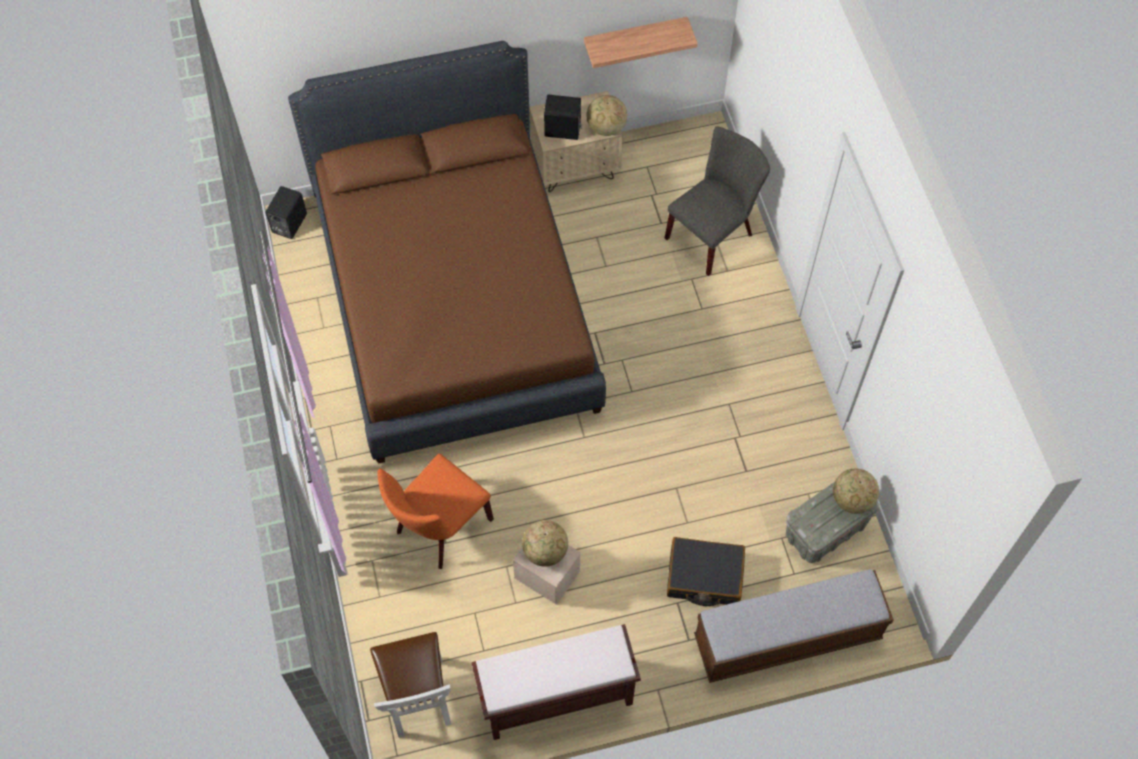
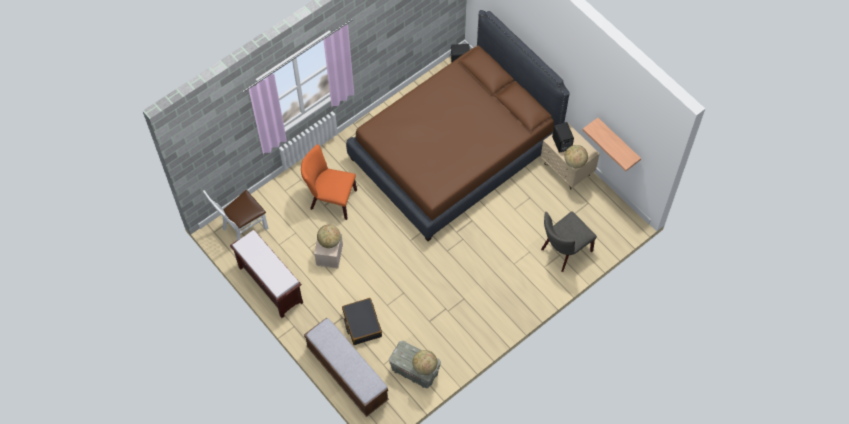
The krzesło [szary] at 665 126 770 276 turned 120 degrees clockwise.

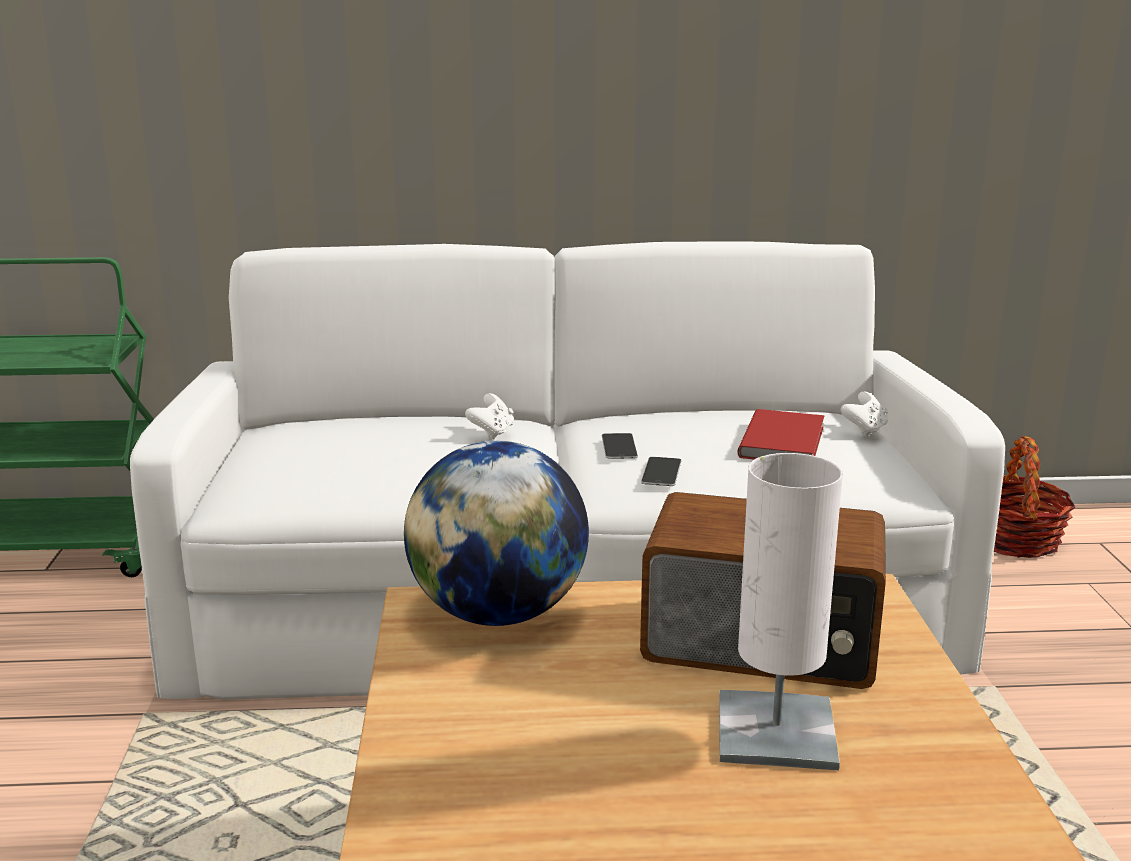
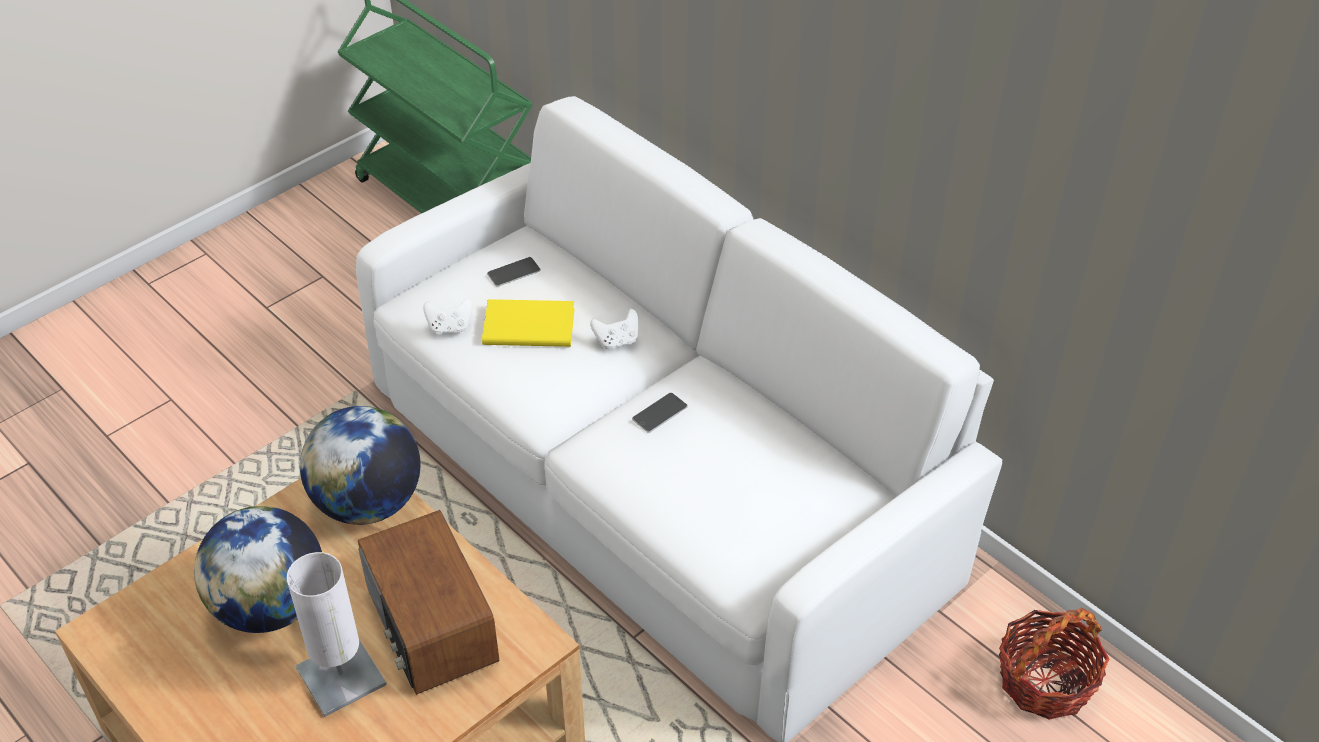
The telefon moved from 641 457 681 486 to 487 257 541 287.
The książka [czerwony] at 738 409 825 459 disappeared.
The pad do gier [biały] moved from 840 391 888 437 to 423 298 472 334.
The globus at 194 506 322 633 appeared.
The książka [żółty] at 482 299 575 347 appeared.

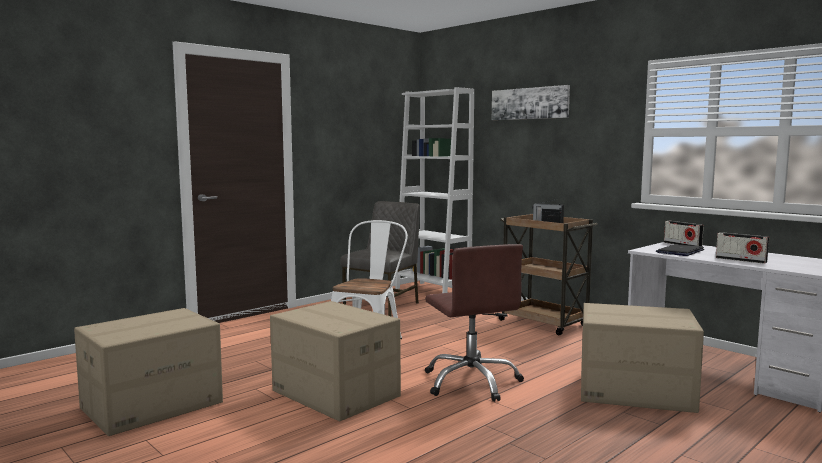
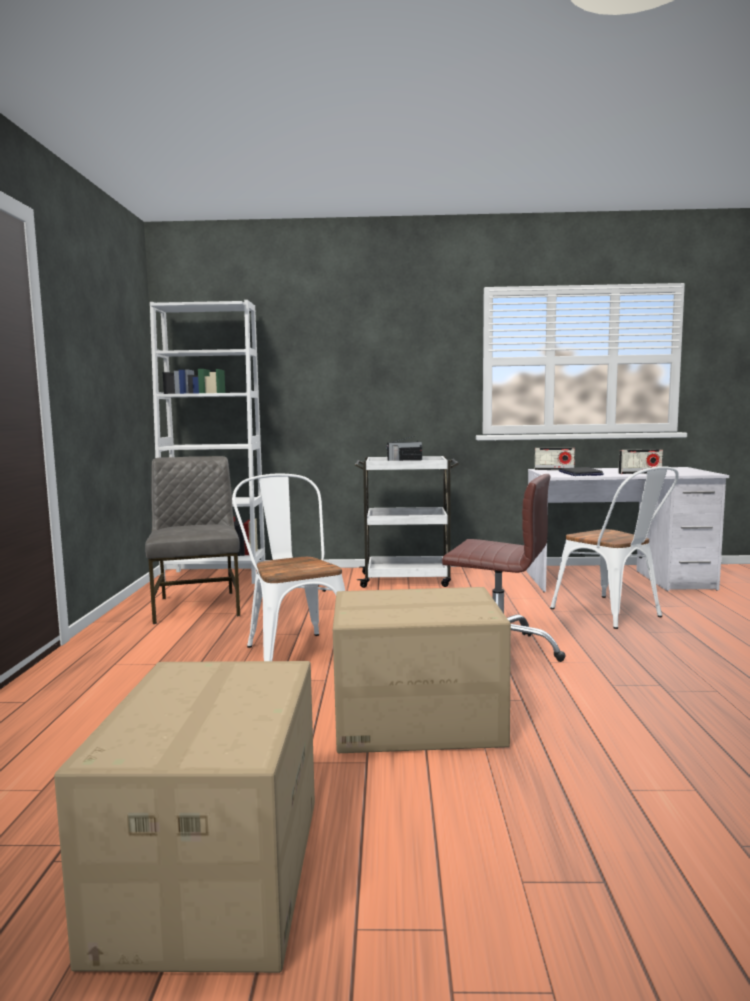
The obraz at 492 85 570 120 disappeared.
The wózek [brązowy] at 499 214 598 335 became the wózek [biały] at 355 456 459 588.
The karton at 581 303 704 413 was replaced by the krzesło [biały] at 550 466 679 629.

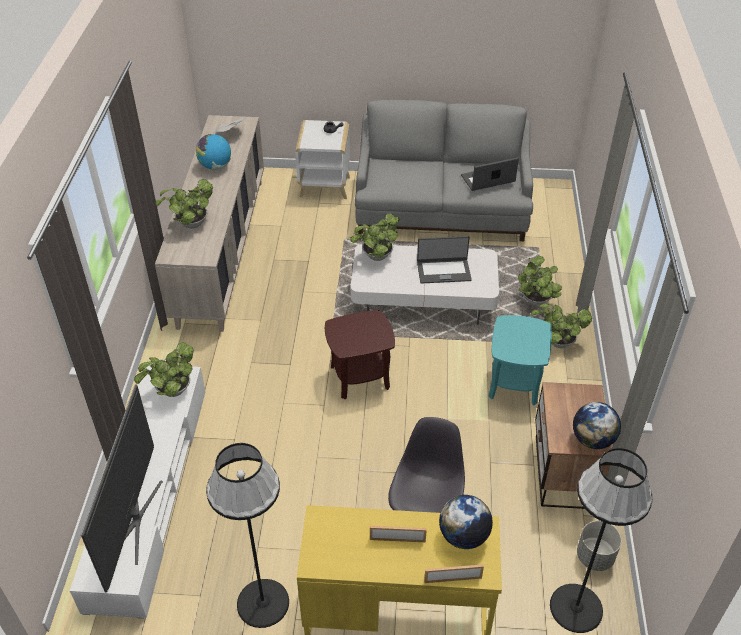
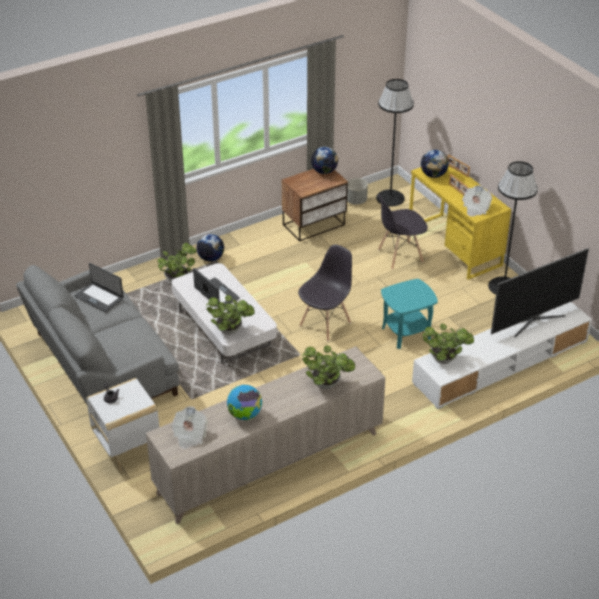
The stolik [brązowy] at 325 310 395 400 was replaced by the krzesło [szary] at 298 244 352 341.
The stolik [turkusowy] moved from 488 315 552 406 to 381 279 438 349.
The roślina doniczkowa at 531 304 592 348 was replaced by the globus at 197 234 224 262.
The gazeta at 462 185 492 216 appeared.

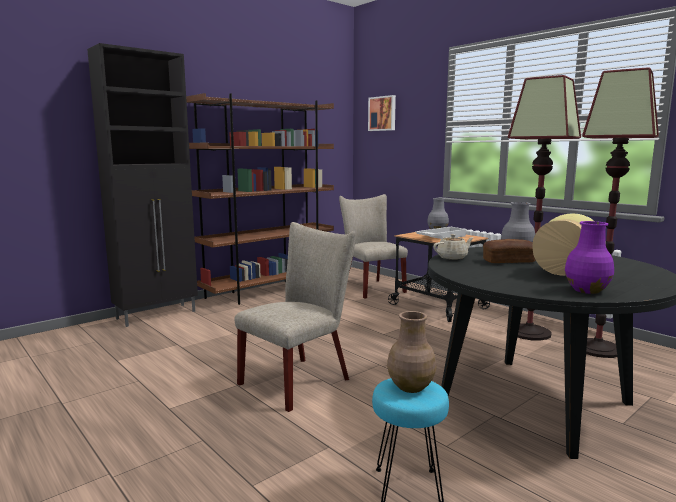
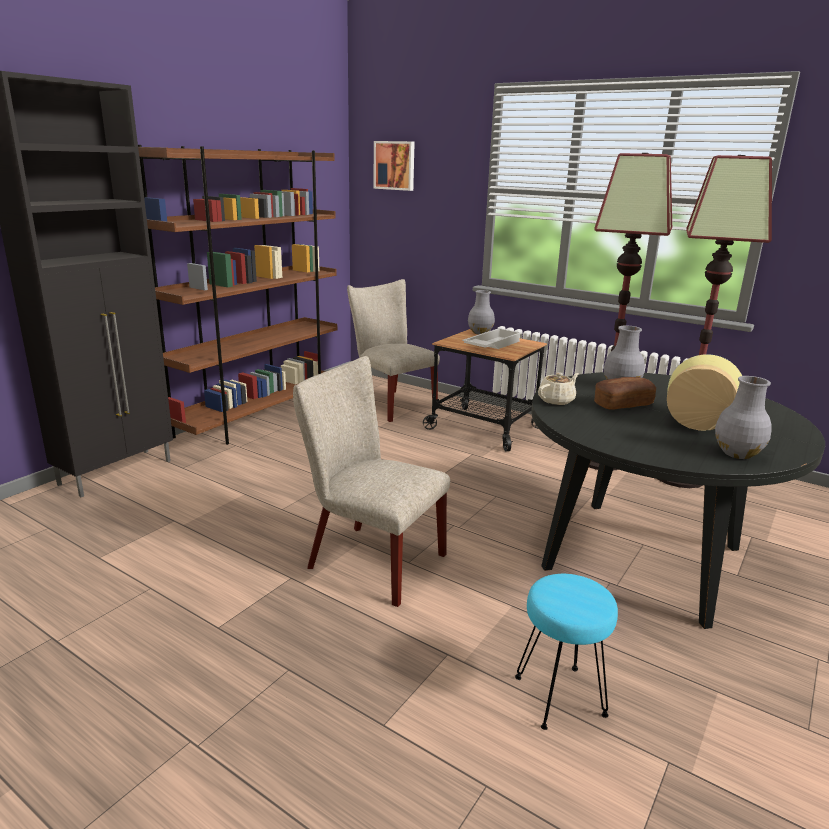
The krzesło [beżowy] at 234 222 356 412 turned 90 degrees counterclockwise.
The wazon [brązowy] at 387 311 436 393 disappeared.
The wazon [fioletowy] at 565 221 614 294 became the wazon [szary] at 715 376 772 459.

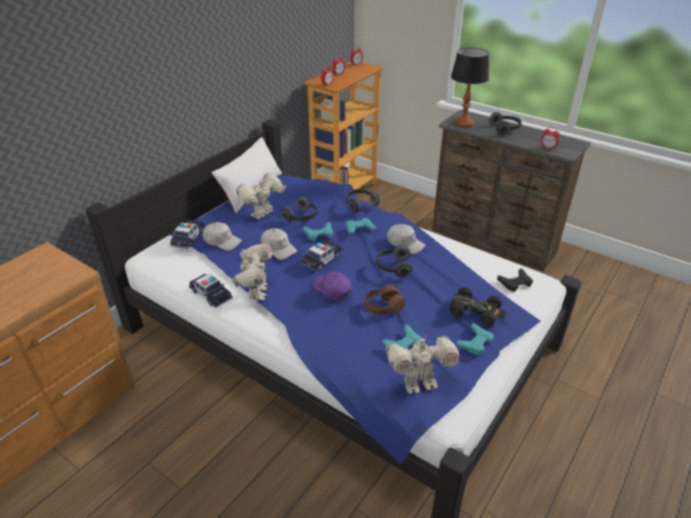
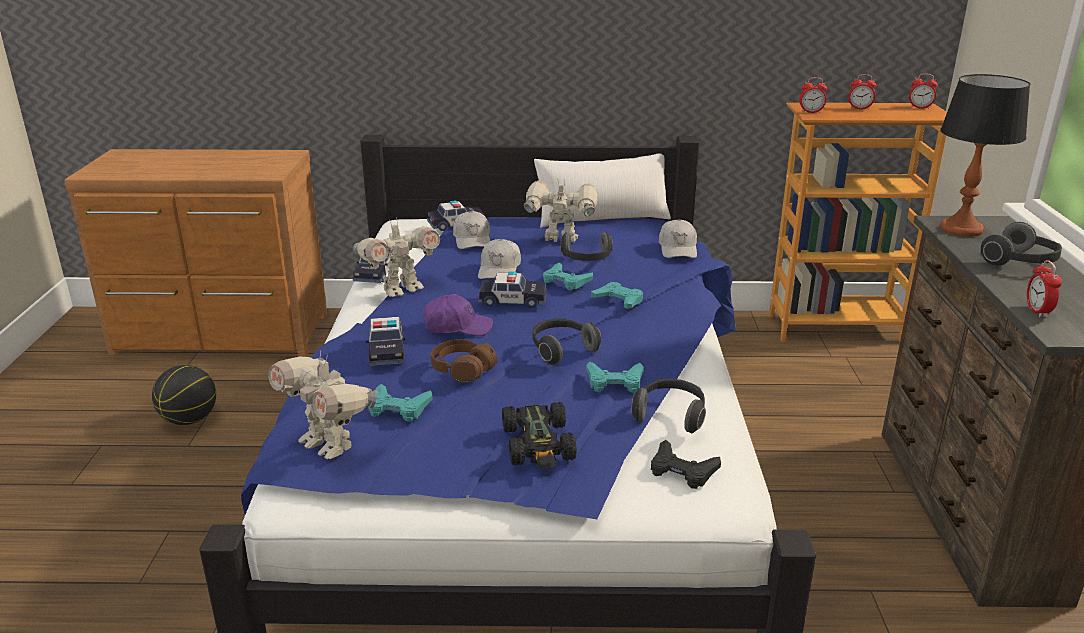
The czapka z daszkiem [fioletowy] at 312 271 352 301 turned 75 degrees clockwise.
The słuchawki moved from 346 189 380 213 to 631 379 706 433.
The czapka z daszkiem [biały] moved from 387 224 426 254 to 658 219 697 258.
The pad do gier [turkusowy] moved from 456 323 494 355 to 586 361 644 393.
The piłka do koszykówki at 152 365 216 425 appeared.
The samochodzik at 366 317 406 366 appeared.

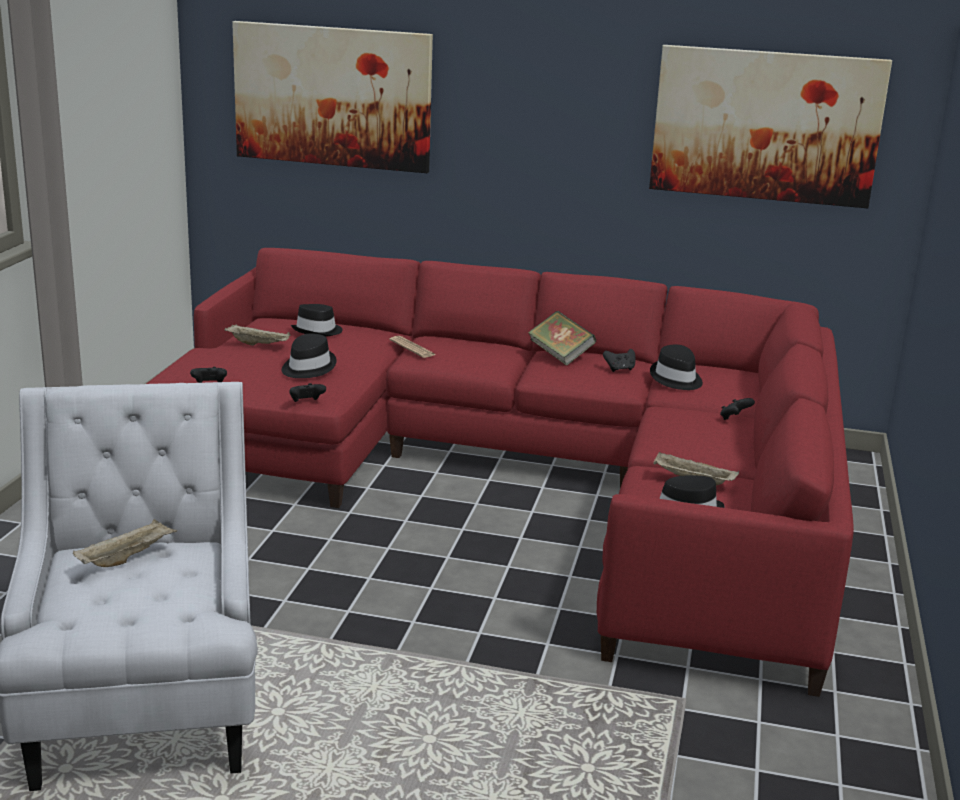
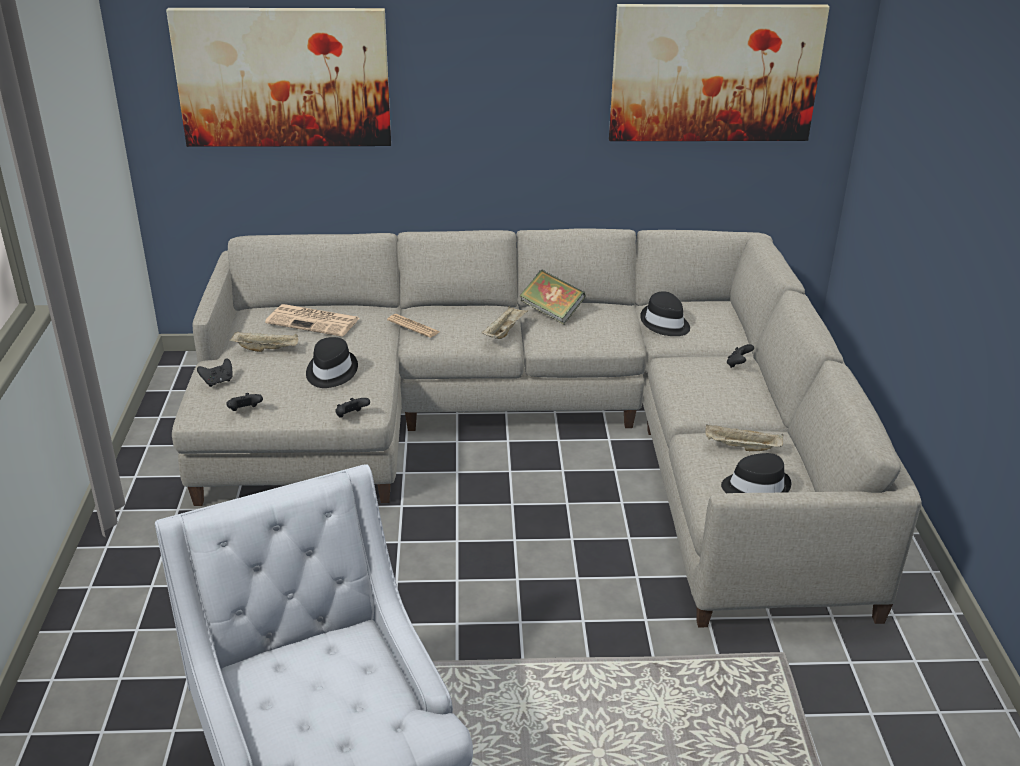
The taca [beżowy] moved from 73 519 177 567 to 482 306 528 339.
The kanapa [czerwony] at 146 248 854 697 became the kanapa [beżowy] at 172 229 922 627.
The kapelusz [czarny] at 291 304 343 337 was replaced by the gazeta at 265 304 359 337.
The pad do gier [czarny] moved from 603 349 636 372 to 197 358 232 387.

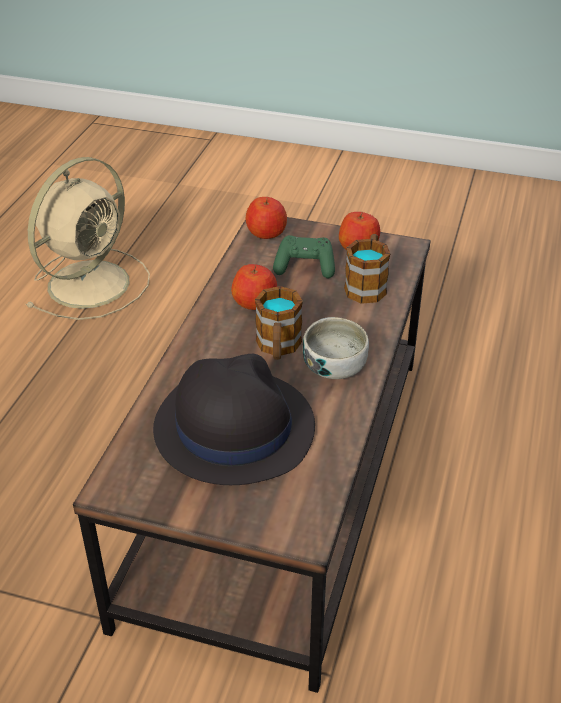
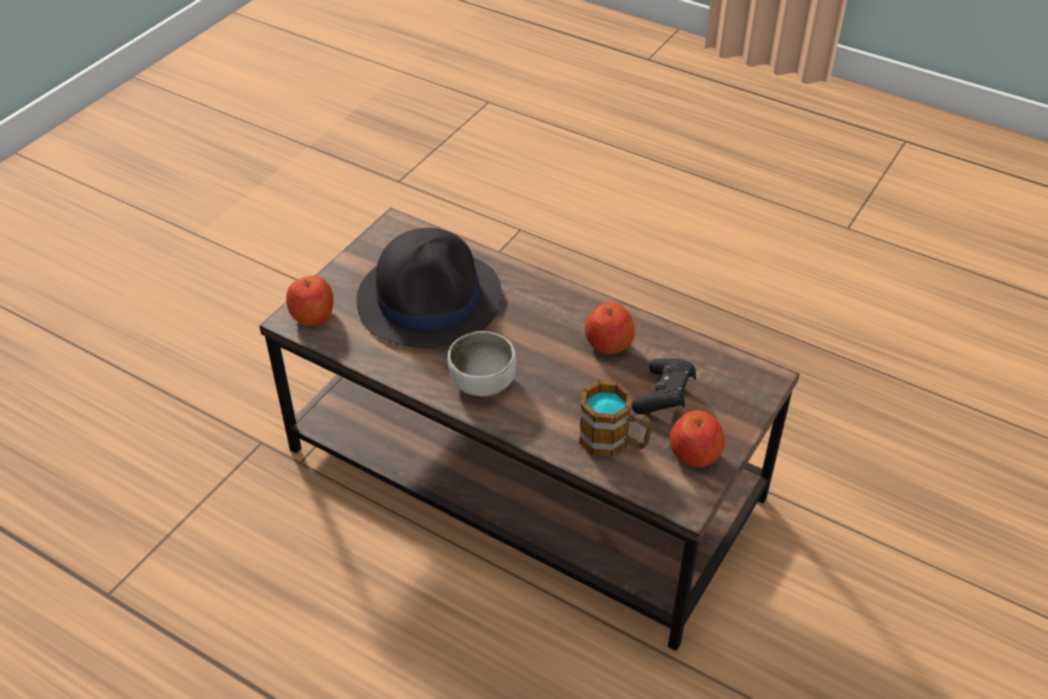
The wentylator [beżowy] at 26 157 150 320 disappeared.
The jabłko moved from 246 197 287 239 to 286 276 334 326.
The kubek at 255 286 303 360 disappeared.
The pad do gier [zielony] at 273 235 335 278 became the pad do gier [czarny] at 631 358 696 414.

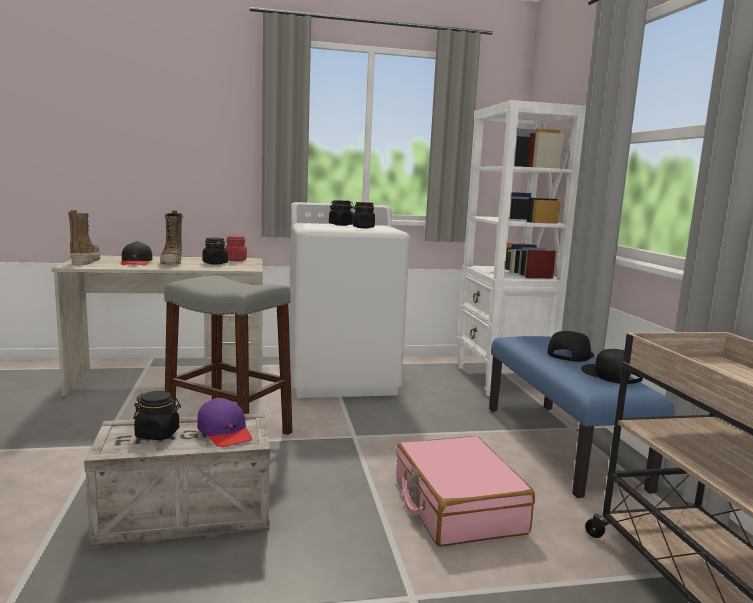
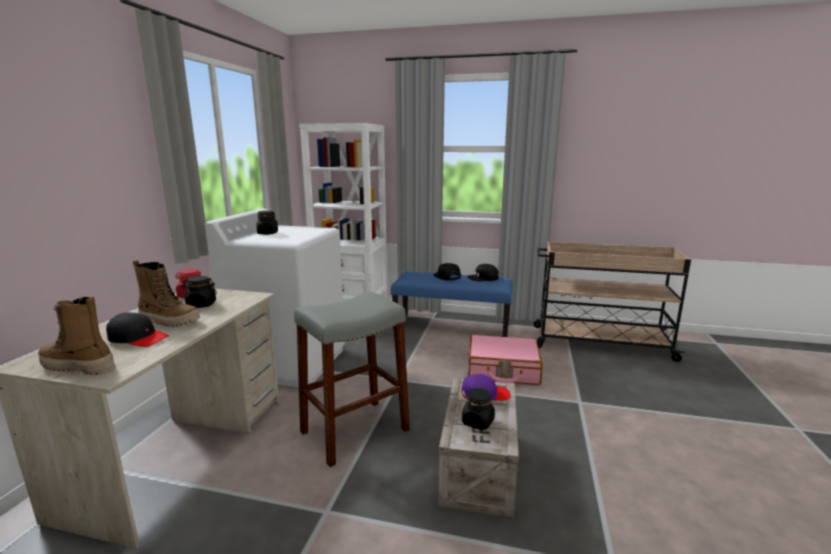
The słoik [czarny] at 353 202 375 228 disappeared.

